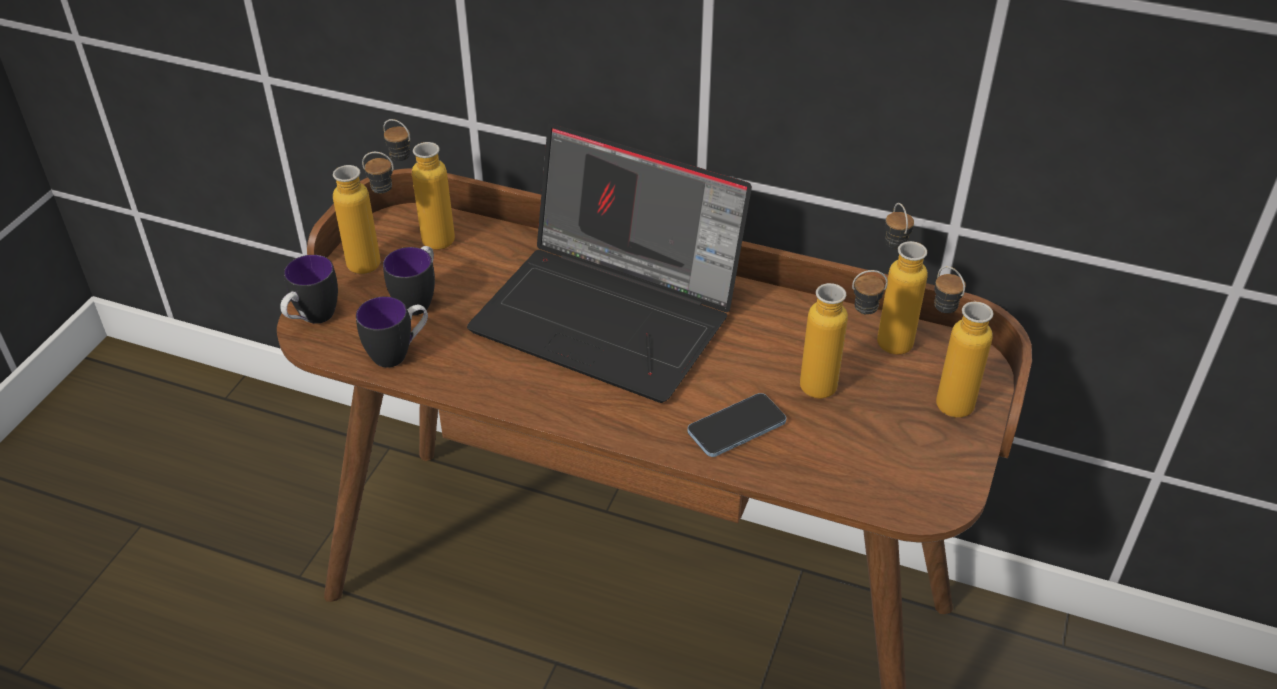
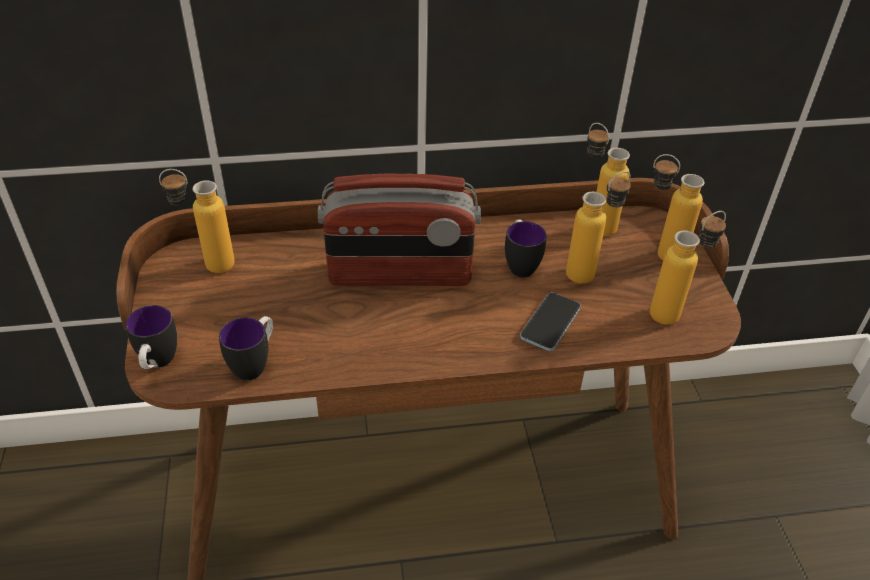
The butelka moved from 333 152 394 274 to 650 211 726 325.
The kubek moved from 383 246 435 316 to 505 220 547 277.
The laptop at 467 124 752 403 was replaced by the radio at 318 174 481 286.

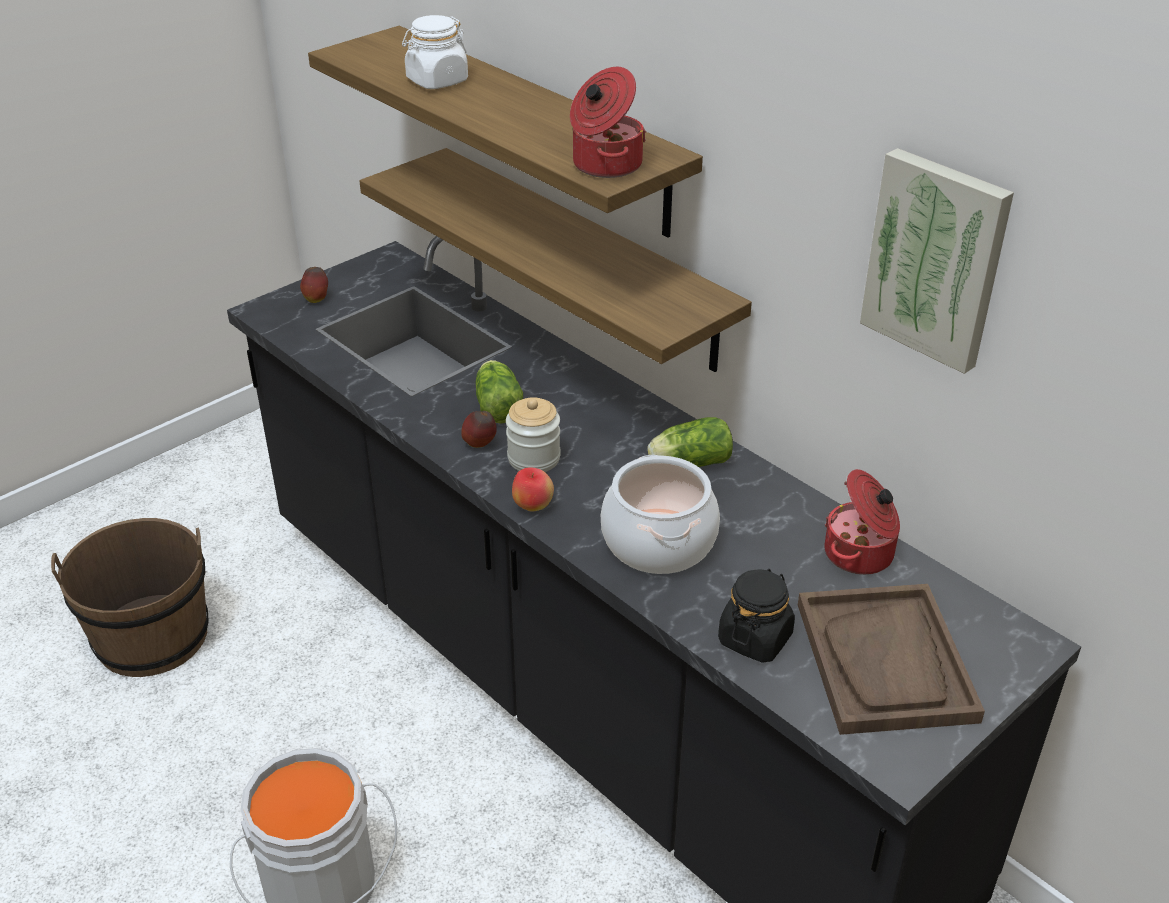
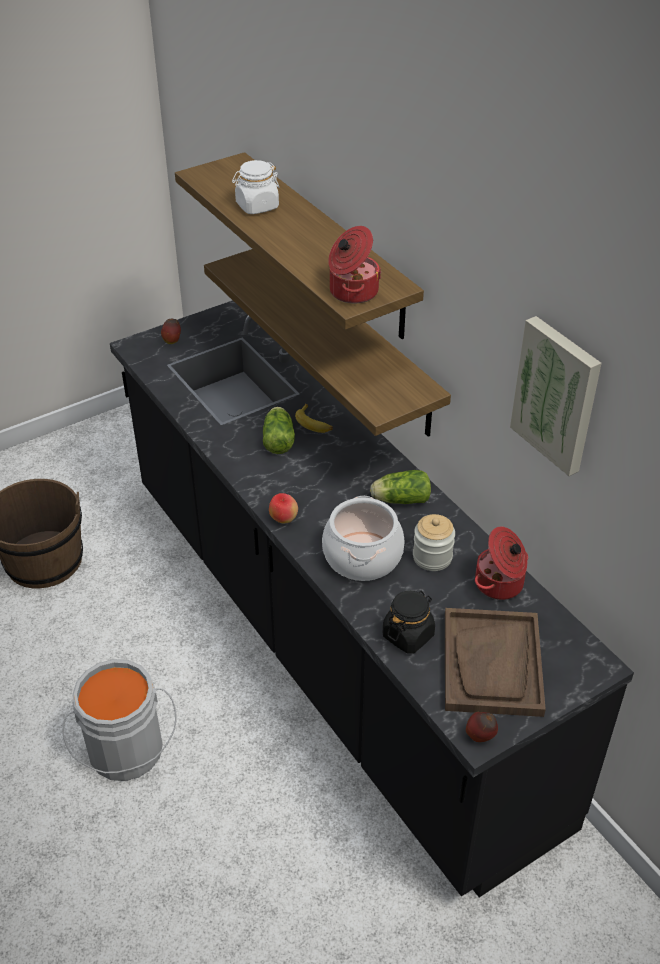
The jabłko moved from 461 411 497 448 to 466 712 498 742.
The słoik moved from 506 397 561 472 to 413 514 455 571.
The banan at 295 404 333 433 appeared.

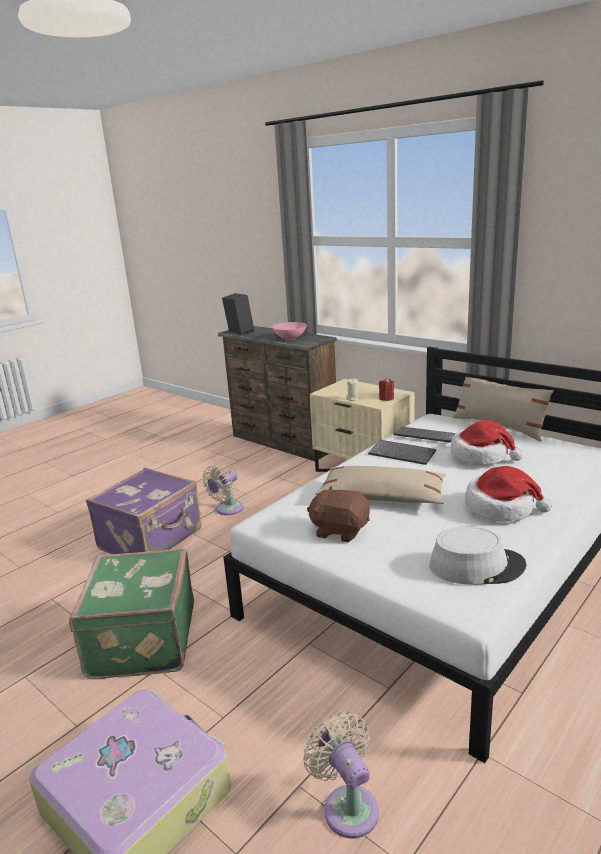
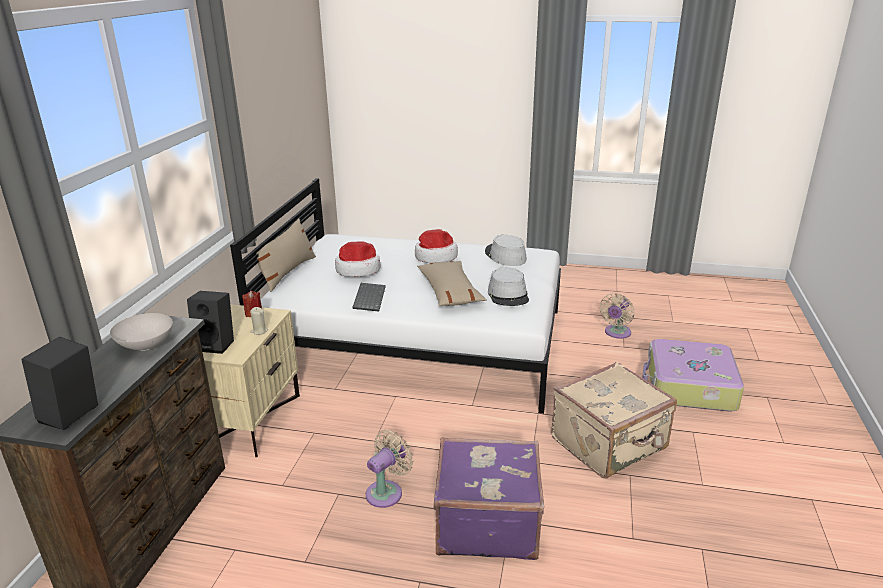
The walizka [zielony] at 69 548 194 679 became the walizka [beżowy] at 551 362 677 478.
The wentylator [beżowy] at 202 465 244 515 turned 60 degrees counterclockwise.
The miska [różowy] at 272 322 307 340 became the miska [biały] at 110 313 173 351.
The pluszak [brązowy] at 307 486 370 542 was replaced by the kapelusz [szary] at 488 267 529 306.
The klawiatura at 394 427 455 443 disappeared.
The głośnik [czarny] at 187 291 234 354 appeared.

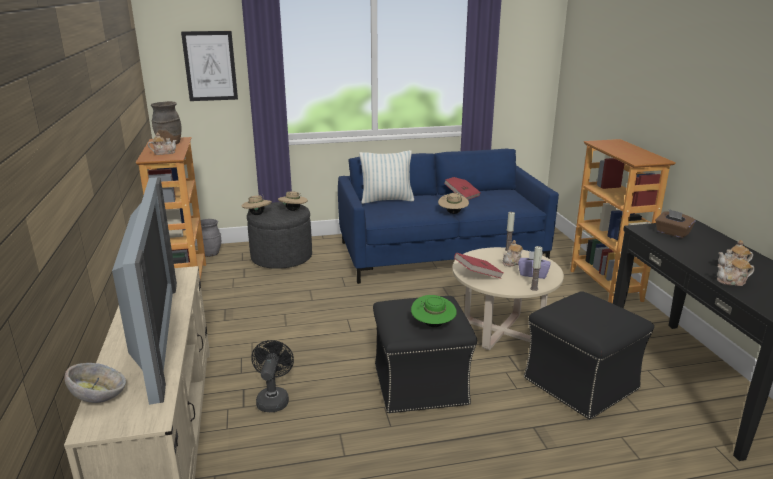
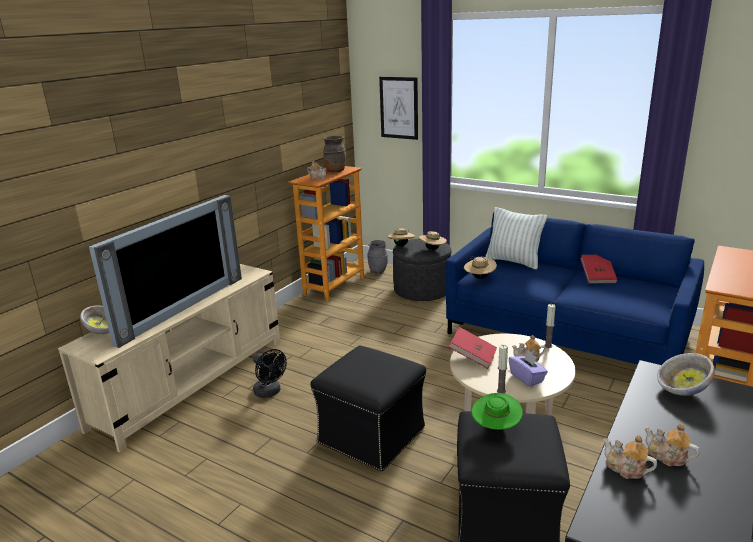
The wentylator [czarny] at 251 340 294 412 turned 90 degrees clockwise.
The kapelusz [zielony] moved from 411 295 457 327 to 471 393 523 431.
The kapelusz [beżowy] moved from 438 193 469 214 to 464 256 497 279.
The pudełko chusteczek [brązowy] at 655 209 696 238 was replaced by the miska at 657 353 715 396.

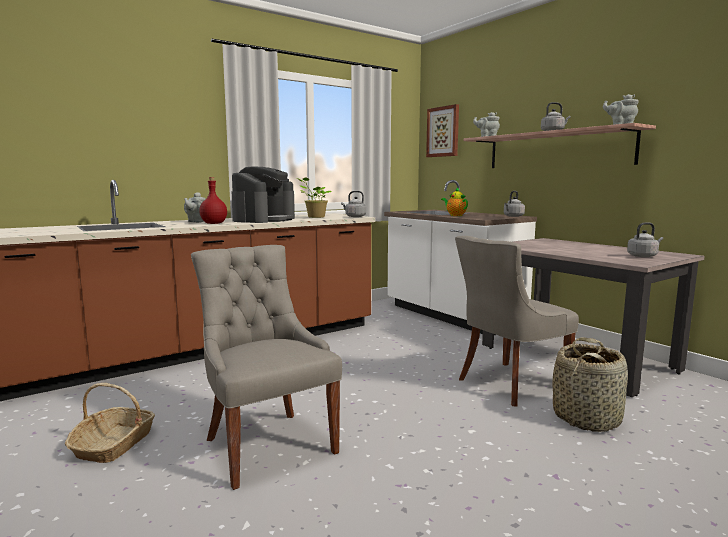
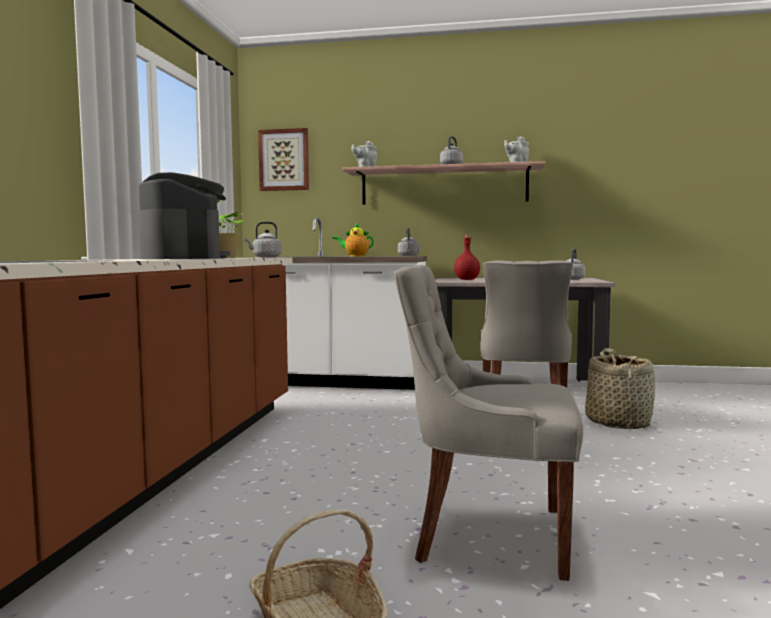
The imbryk [szary] at 184 192 206 223 disappeared.
The butelka [czerwony] moved from 199 177 227 224 to 454 234 480 280.

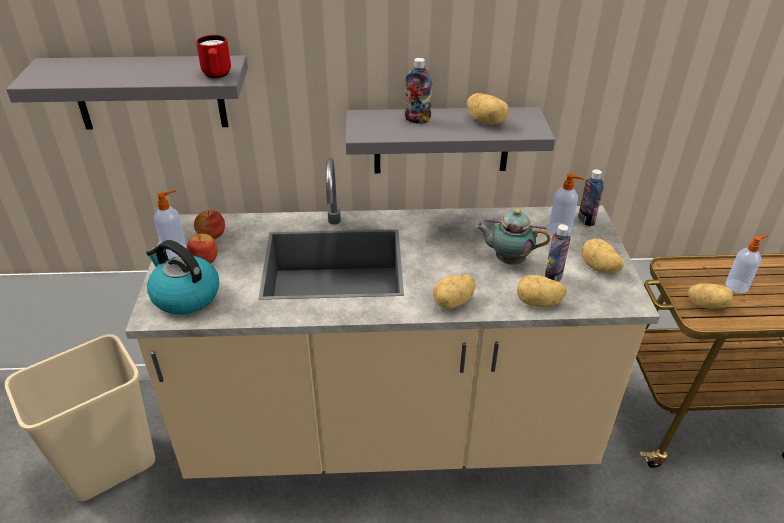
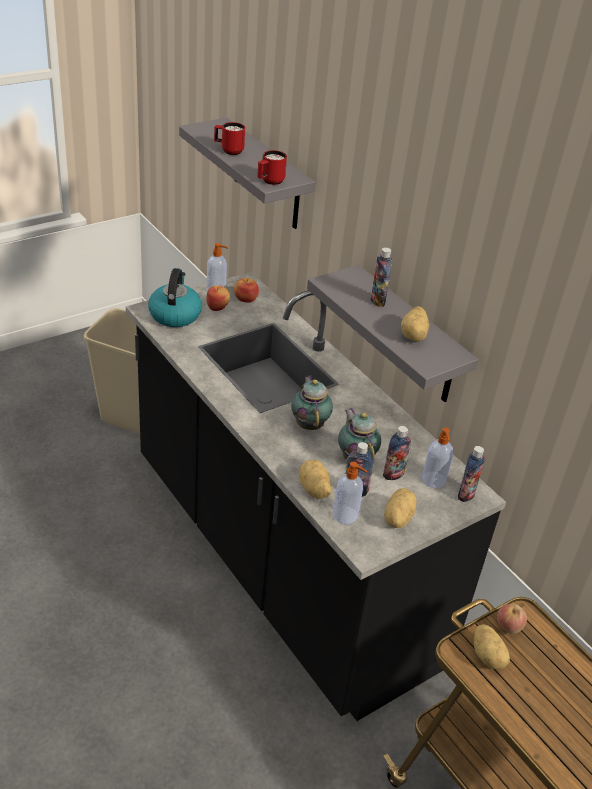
The zabudowa kuchenna [beżowy] at 125 158 660 479 became the zabudowa kuchenna [czarny] at 126 272 506 721.
The ziemniak at 433 275 476 309 disappeared.
The dozownik mydła moved from 725 235 768 293 to 333 462 367 524.
The kubek [czerwony] at 214 122 245 155 appeared.
The imbryk at 291 375 333 430 appeared.
The butelka at 383 426 411 480 appeared.
The jabłko at 497 604 527 634 appeared.

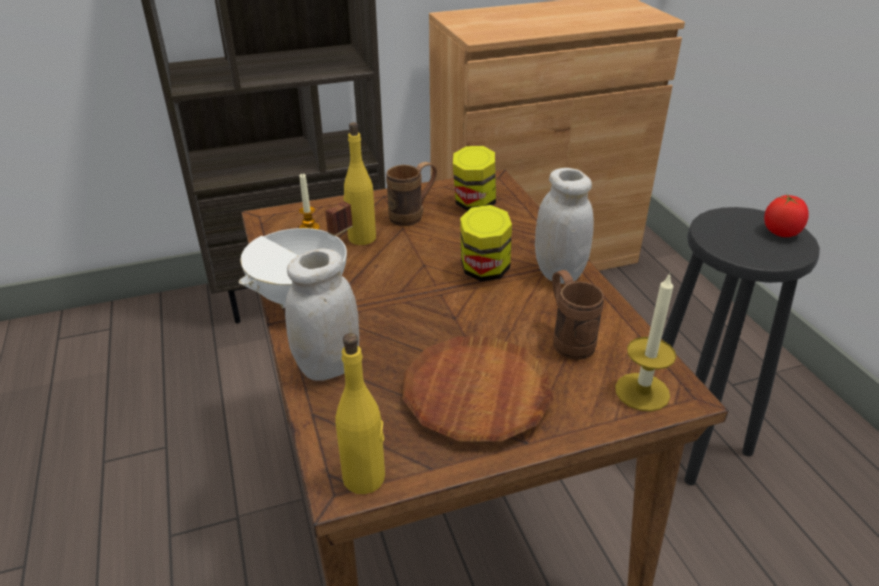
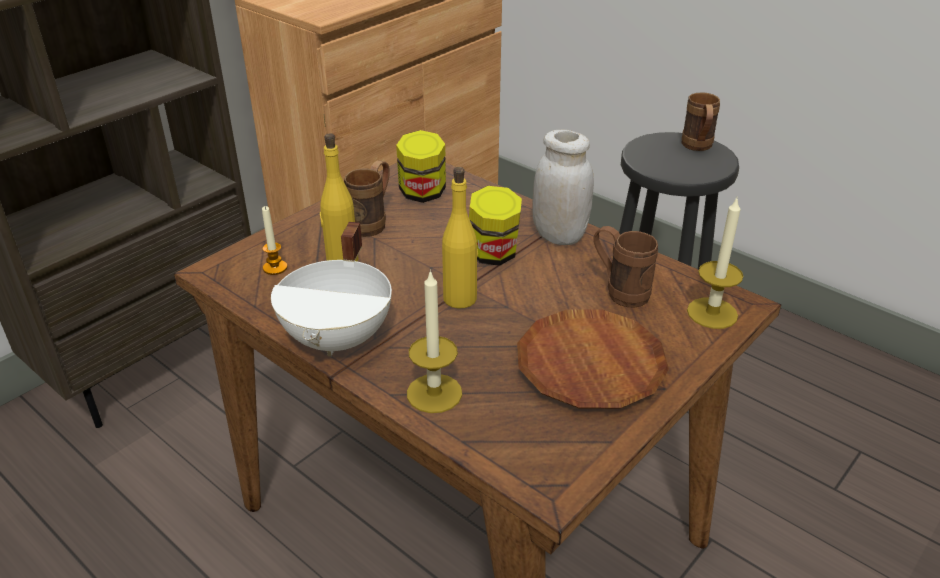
The słoik [biały] at 285 249 359 381 was replaced by the świeca at 407 269 462 413.
The butelka [żółty] moved from 335 333 385 494 to 442 167 478 308.
The pomidor at 764 195 809 237 was replaced by the kubek [brązowy] at 681 92 720 151.

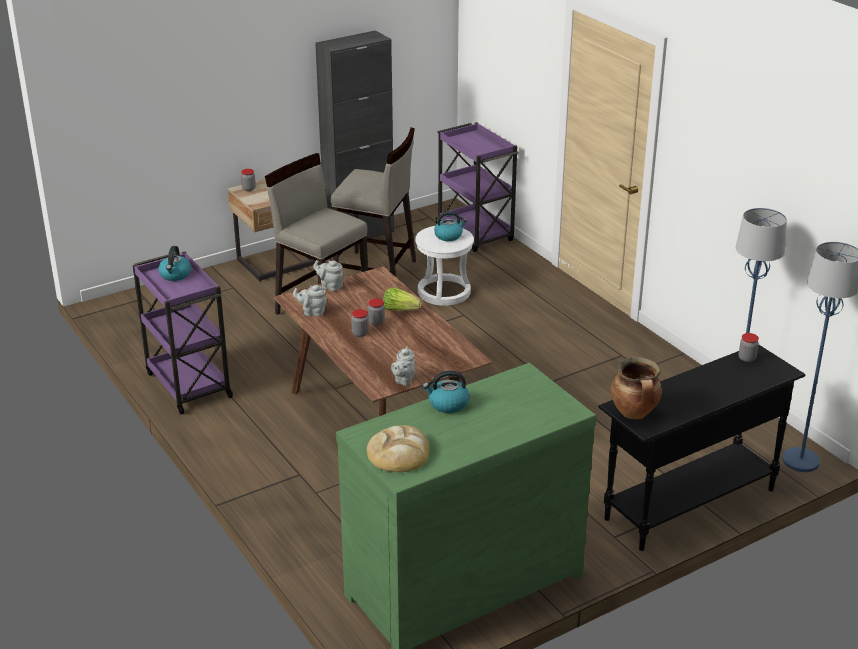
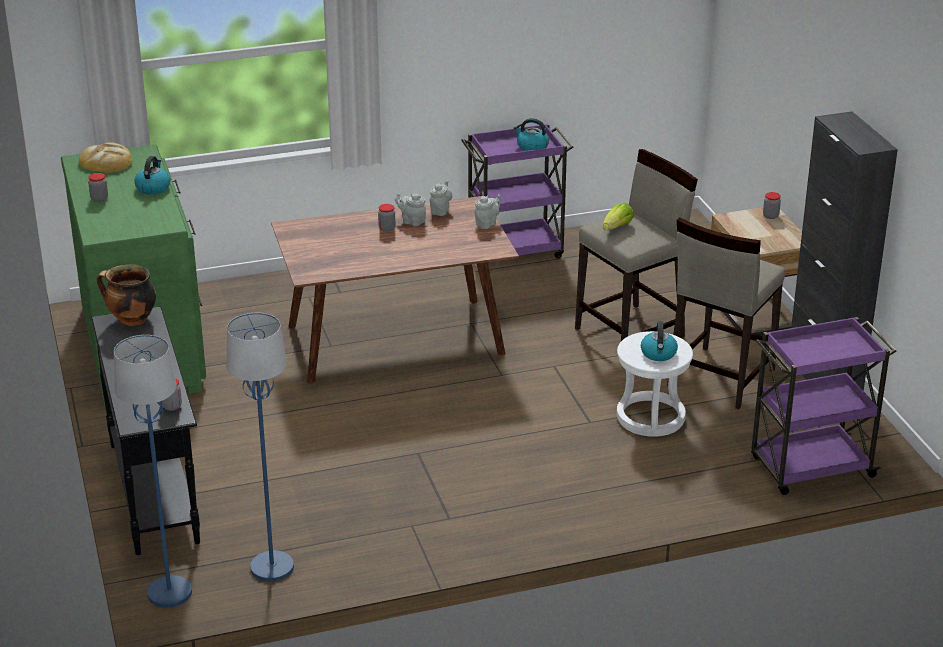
The słoik moved from 368 299 385 326 to 88 173 108 202.
The sałata moved from 383 287 422 310 to 603 202 634 230.
The imbryk [szary] moved from 391 346 415 386 to 395 193 426 226.

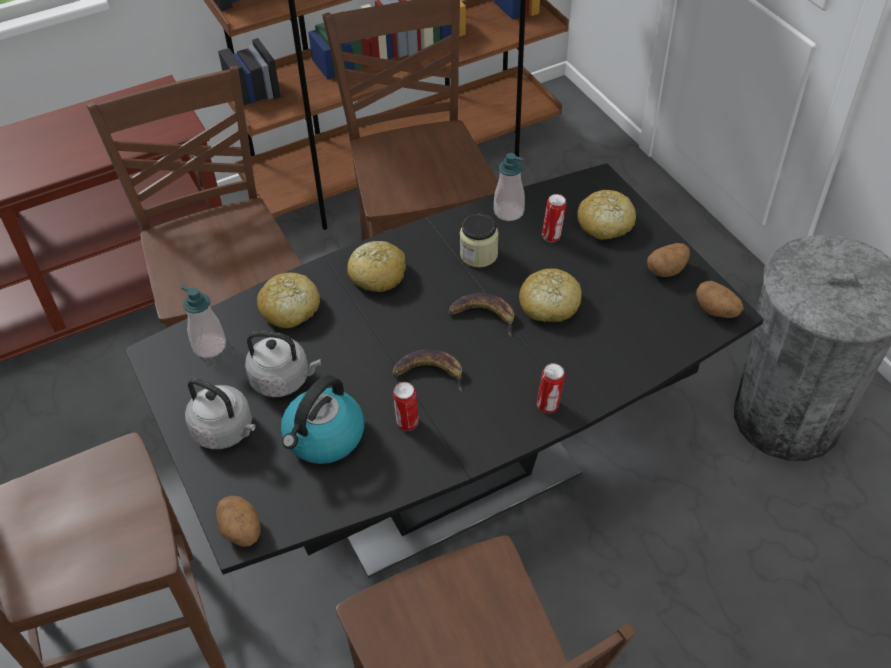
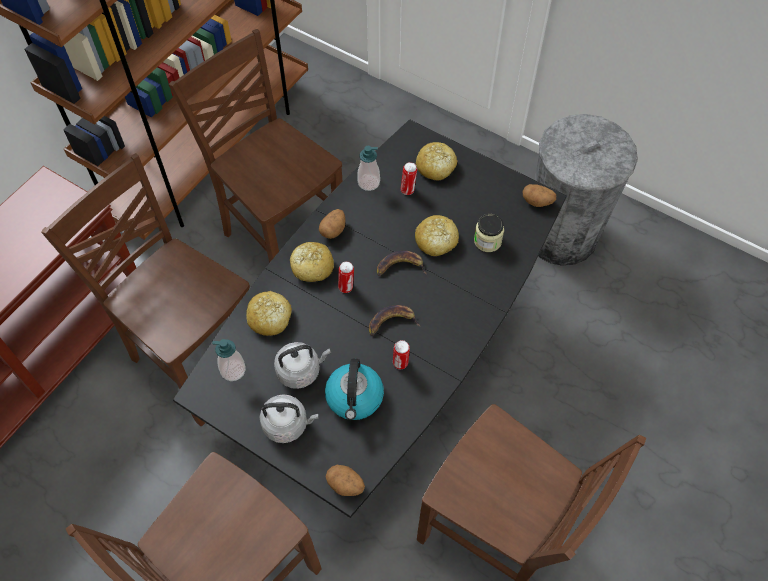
The słoik moved from 460 214 499 267 to 474 214 504 252.
The puszka moved from 537 363 565 413 to 338 261 354 293.
The ziemniak moved from 647 243 690 277 to 319 209 345 239.

